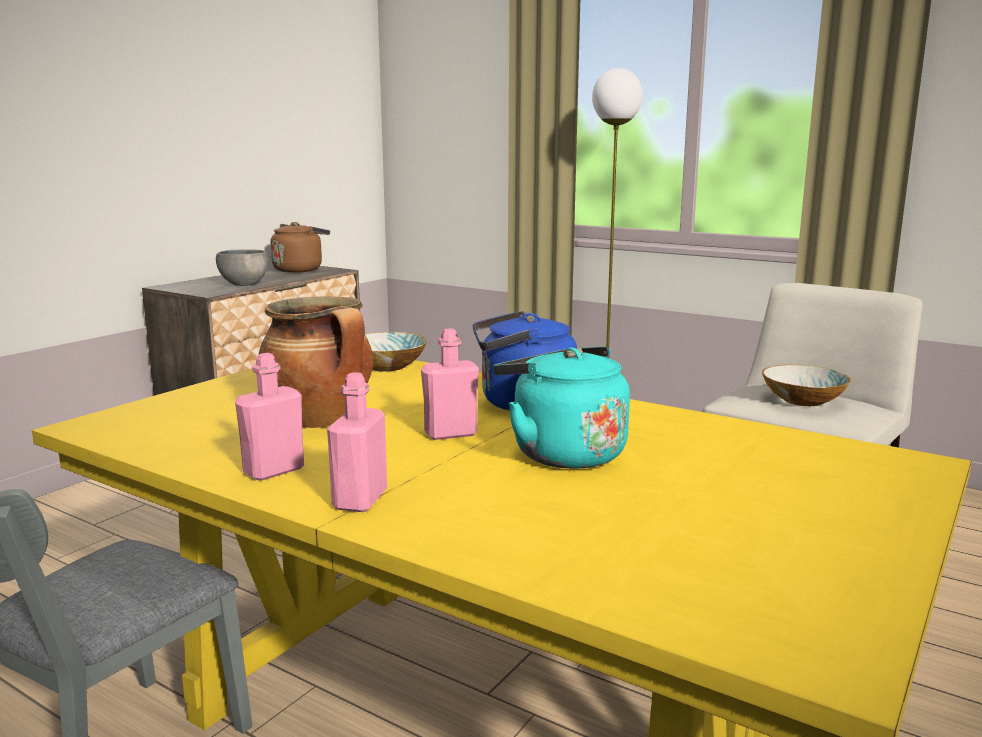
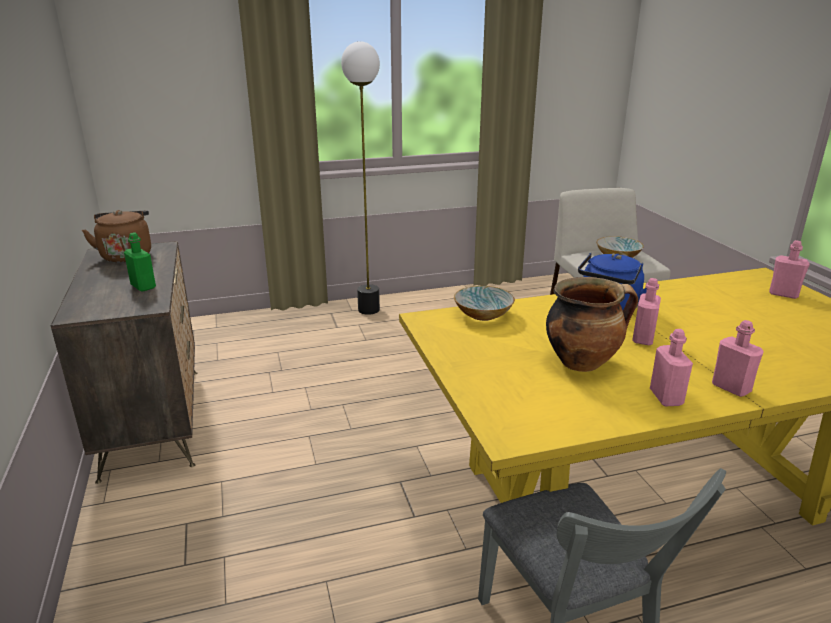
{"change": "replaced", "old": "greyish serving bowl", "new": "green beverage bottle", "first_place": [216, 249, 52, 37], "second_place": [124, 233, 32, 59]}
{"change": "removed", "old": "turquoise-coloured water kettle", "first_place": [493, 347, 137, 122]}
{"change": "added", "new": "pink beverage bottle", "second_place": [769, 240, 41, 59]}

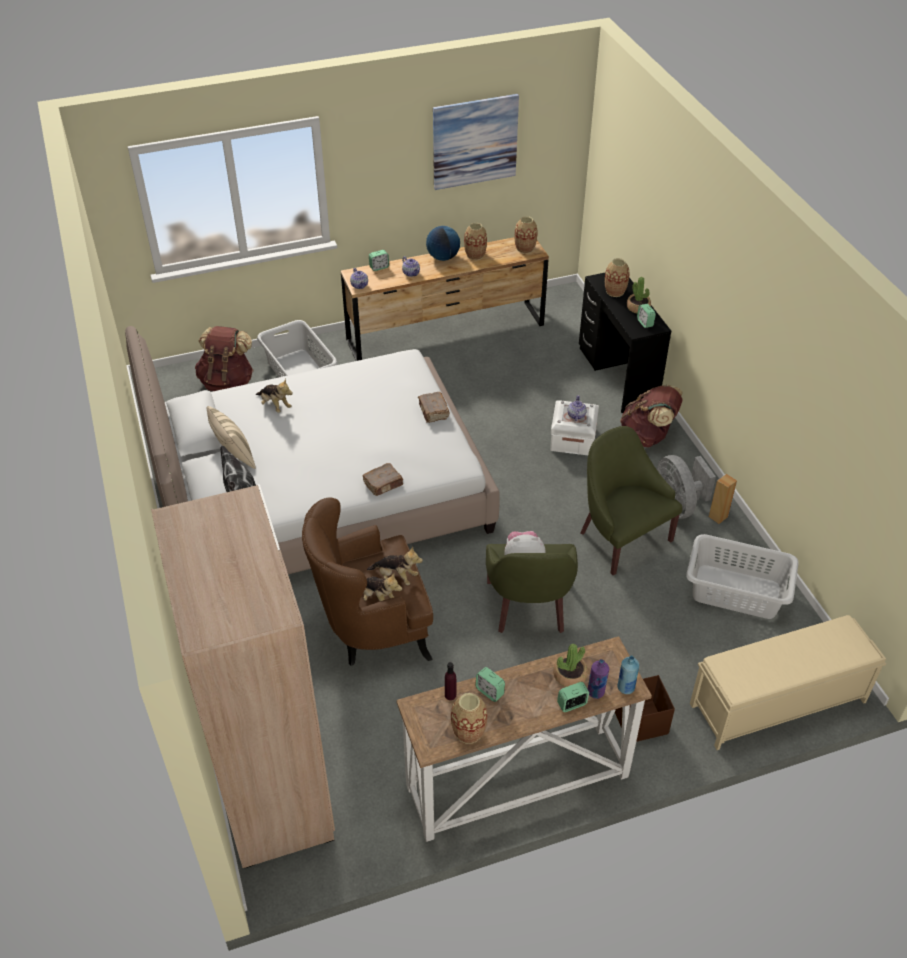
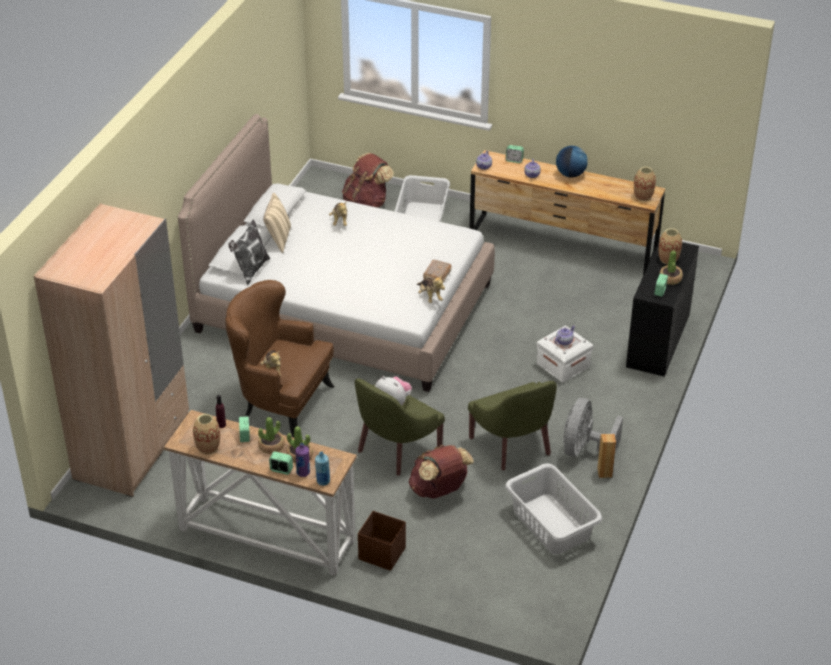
{"change": "removed", "old": "brown-coloured volume", "first_place": [363, 463, 41, 33]}
{"change": "moved", "old": "soft toy", "first_place": [367, 546, 56, 39], "second_place": [417, 276, 28, 27]}
{"change": "removed", "old": "wall art", "first_place": [433, 94, 86, 96]}
{"change": "removed", "old": "vase", "first_place": [464, 223, 23, 37]}
{"change": "turned", "old": "green armchair", "first_place": [580, 426, 102, 149], "second_place": [468, 381, 89, 89], "degrees": 150}
{"change": "moved", "old": "brown-coloured knapsack", "first_place": [620, 385, 63, 62], "second_place": [409, 445, 65, 54]}
{"change": "removed", "old": "beige long seat", "first_place": [690, 615, 196, 135]}
{"change": "added", "new": "houseplant", "second_place": [258, 417, 27, 37]}

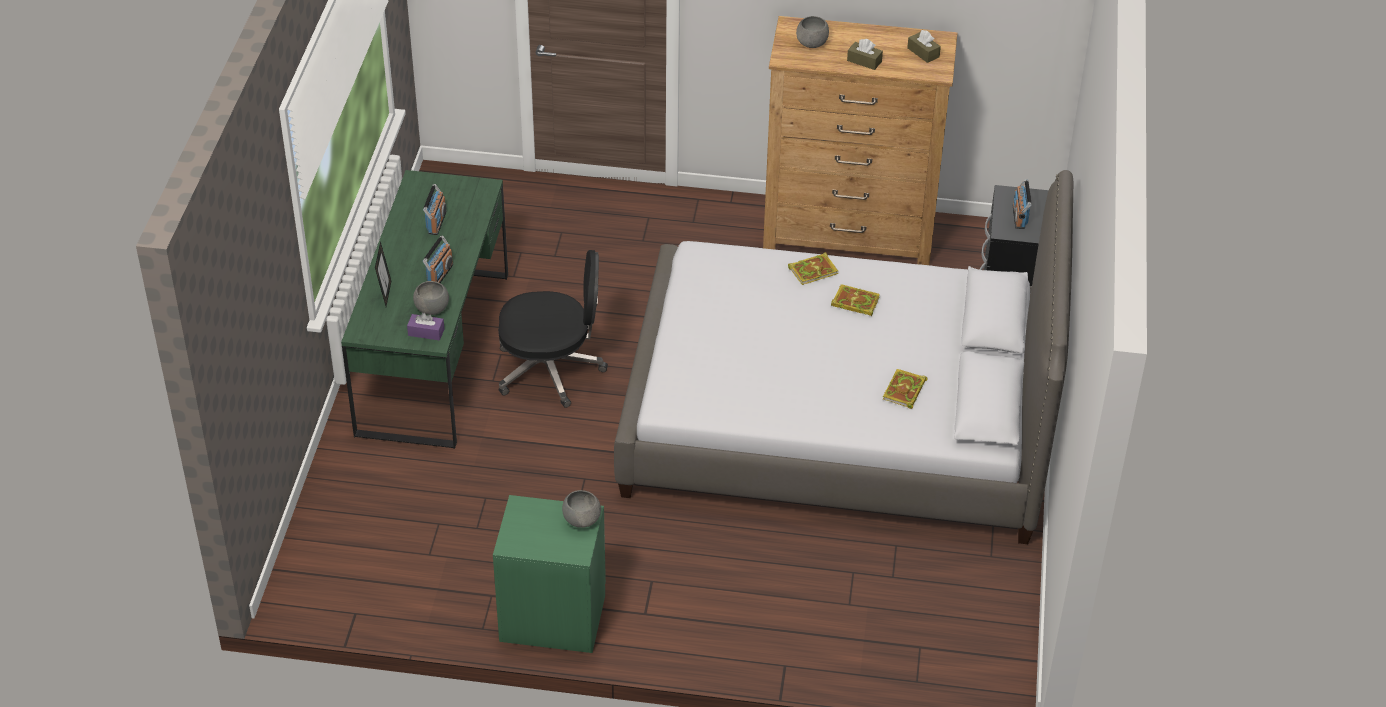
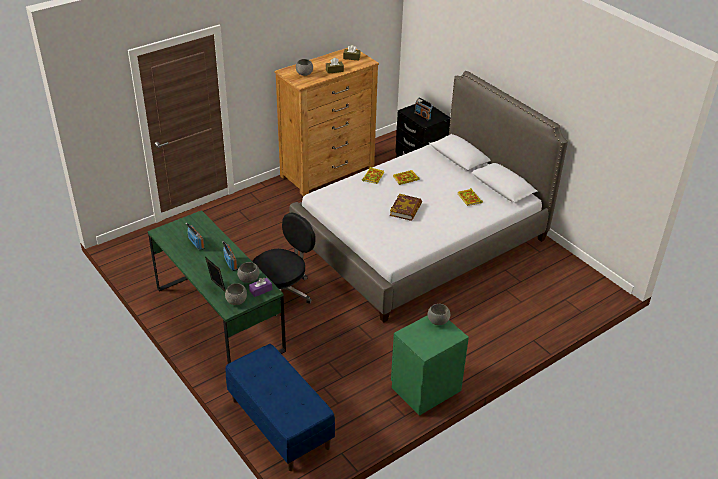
{"change": "added", "new": "greyish serving bowl", "second_place": [225, 283, 22, 22]}
{"change": "added", "new": "bluish long seat", "second_place": [226, 344, 109, 127]}
{"change": "added", "new": "volume", "second_place": [390, 194, 32, 27]}

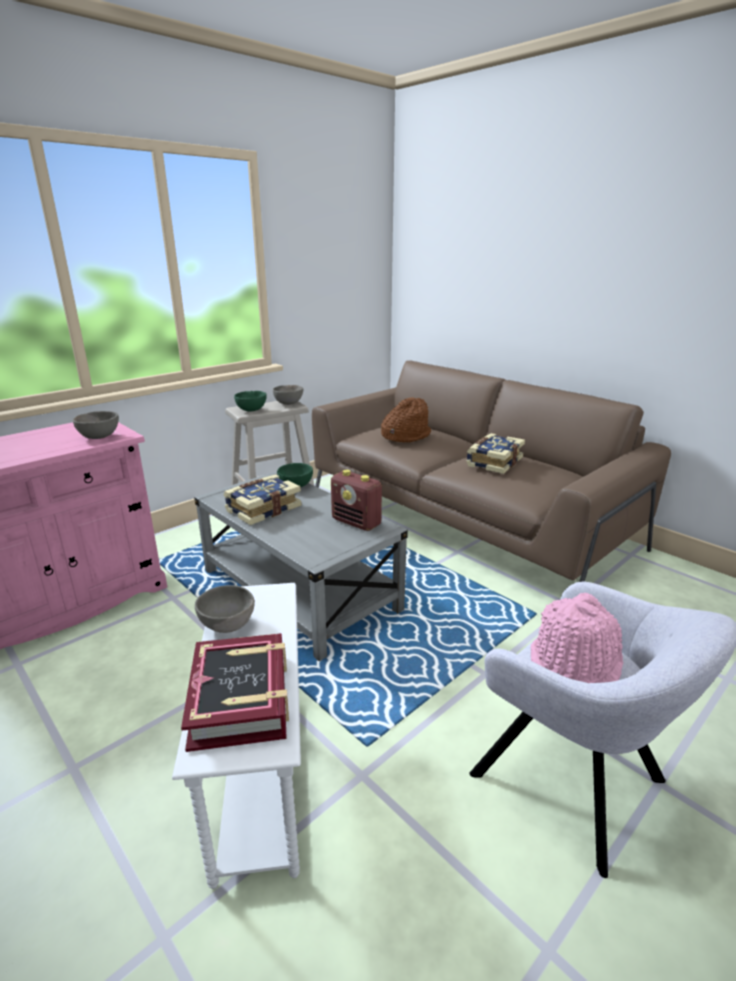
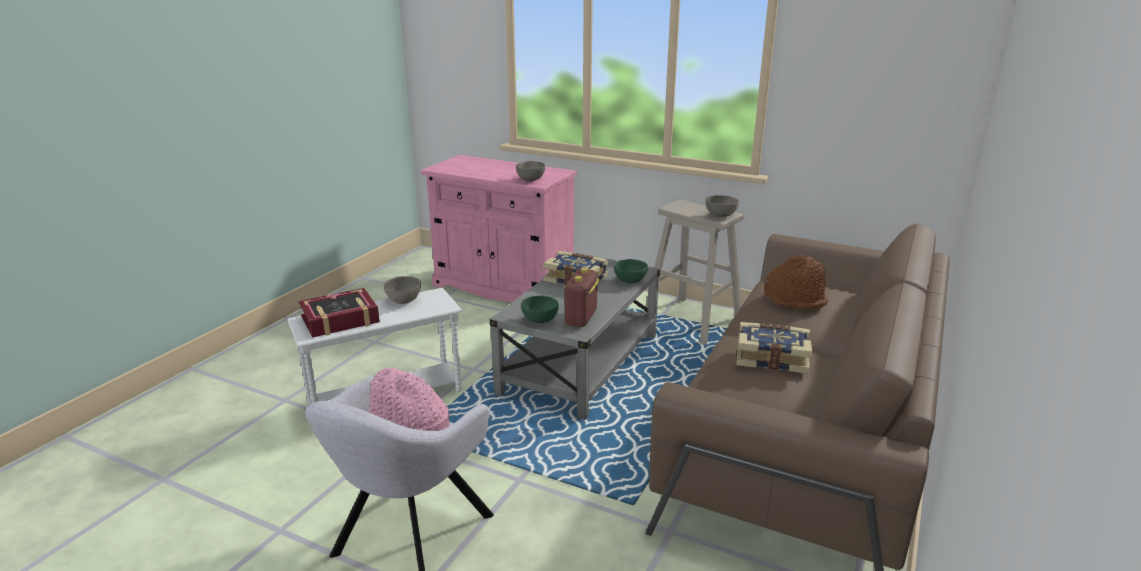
{"change": "moved", "old": "green serving bowl", "first_place": [234, 391, 33, 20], "second_place": [521, 296, 38, 27]}

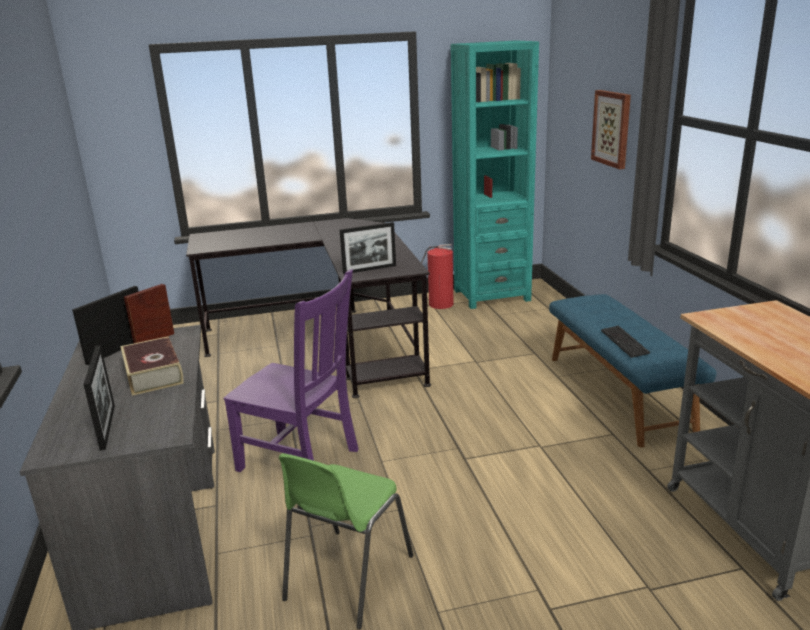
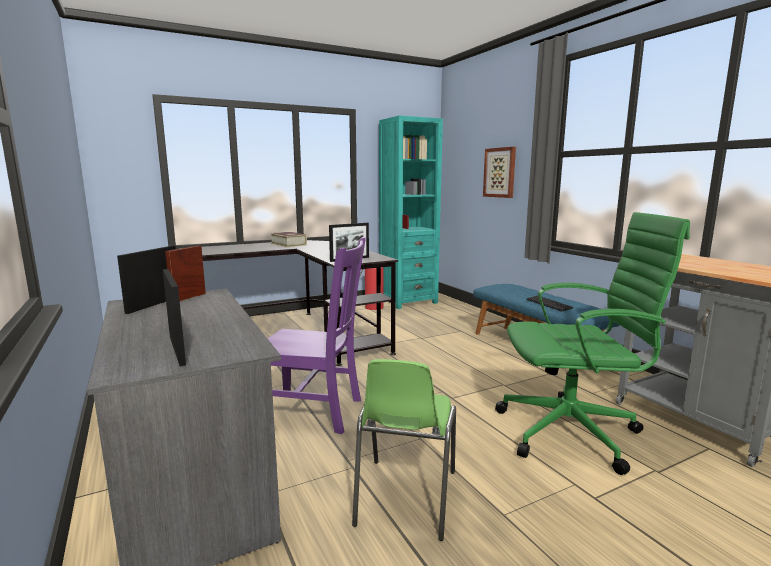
{"change": "moved", "old": "volume", "first_place": [120, 336, 63, 60], "second_place": [270, 232, 37, 15]}
{"change": "added", "new": "green computer chair", "second_place": [495, 212, 195, 263]}

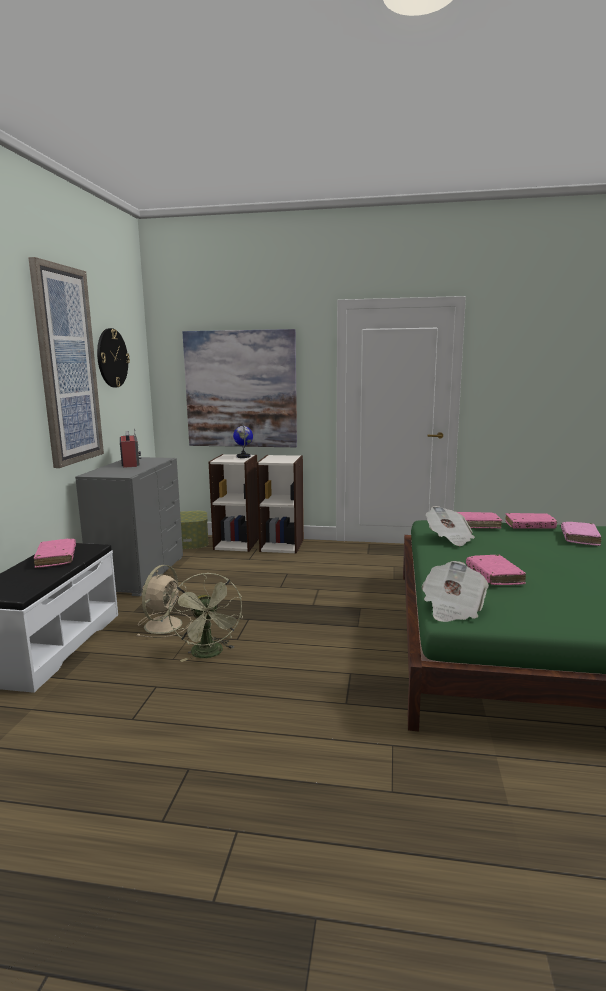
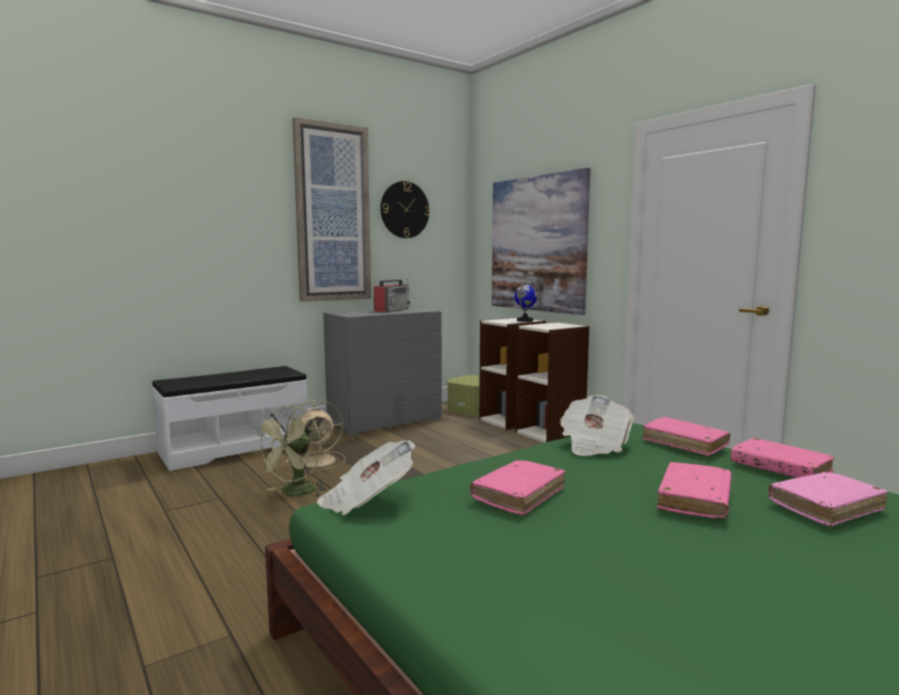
{"change": "moved", "old": "pink volume", "first_place": [34, 539, 42, 29], "second_place": [657, 462, 75, 57]}

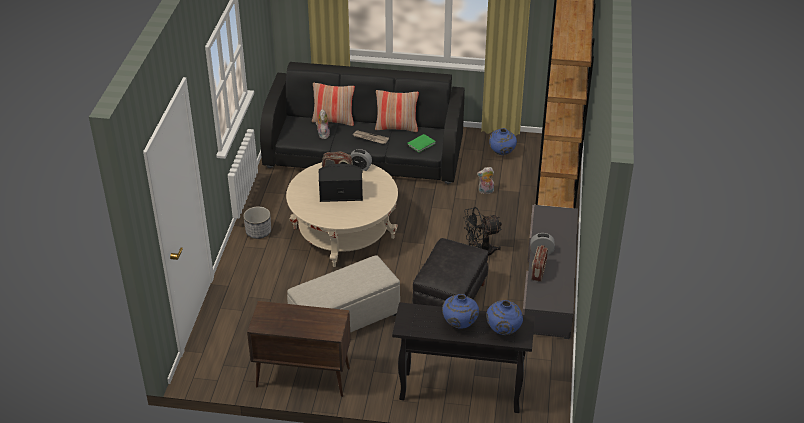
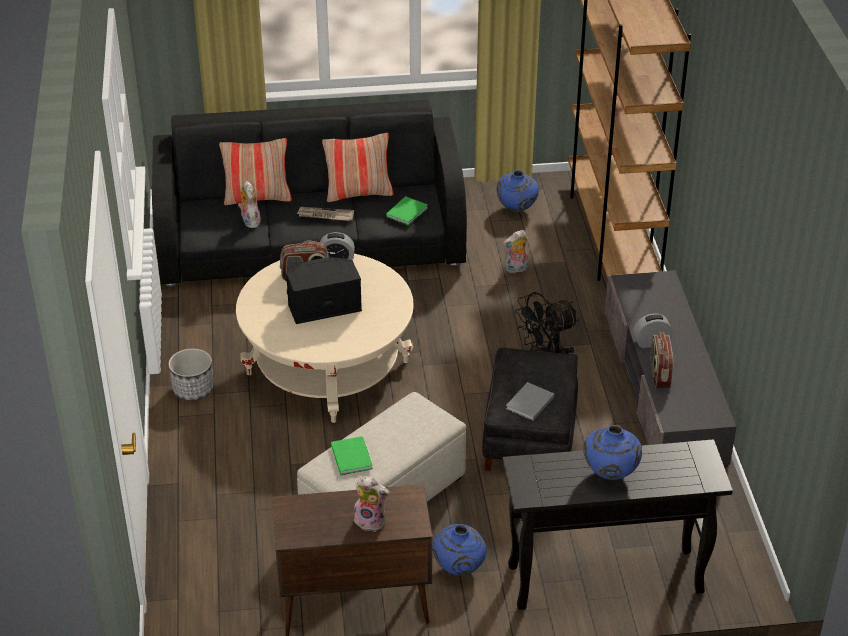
{"change": "moved", "old": "bluish vase", "first_place": [486, 300, 37, 35], "second_place": [433, 524, 54, 51]}
{"change": "added", "new": "green volume", "second_place": [331, 436, 42, 39]}
{"change": "added", "new": "soft toy", "second_place": [354, 476, 36, 56]}
{"change": "added", "new": "greyish volume", "second_place": [506, 382, 48, 39]}

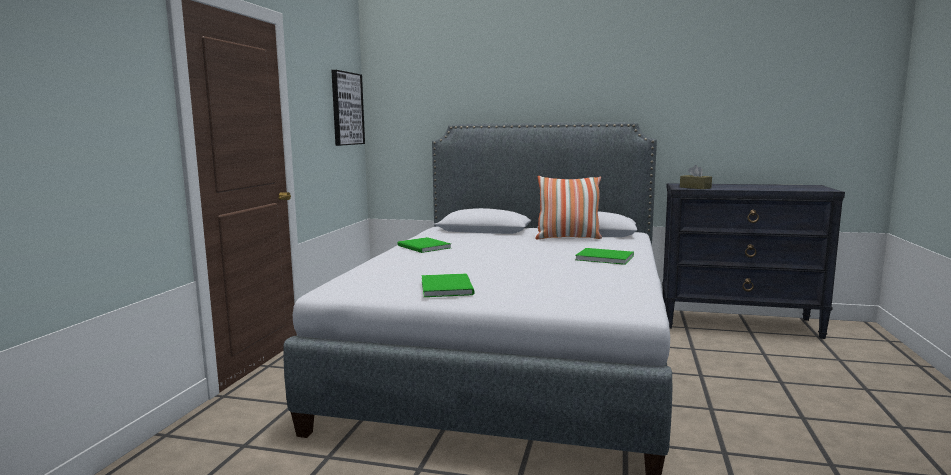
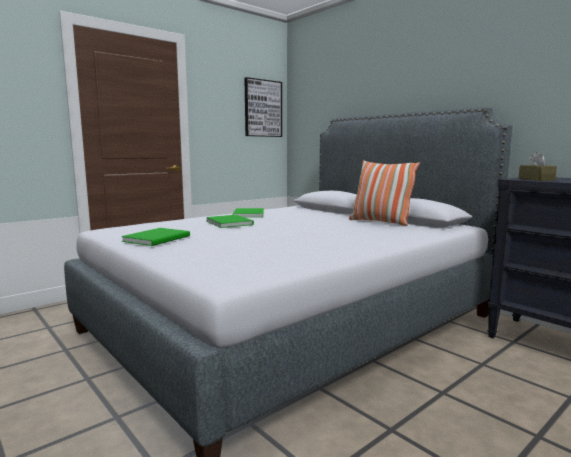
{"change": "moved", "old": "green volume", "first_place": [575, 248, 59, 17], "second_place": [206, 215, 48, 13]}

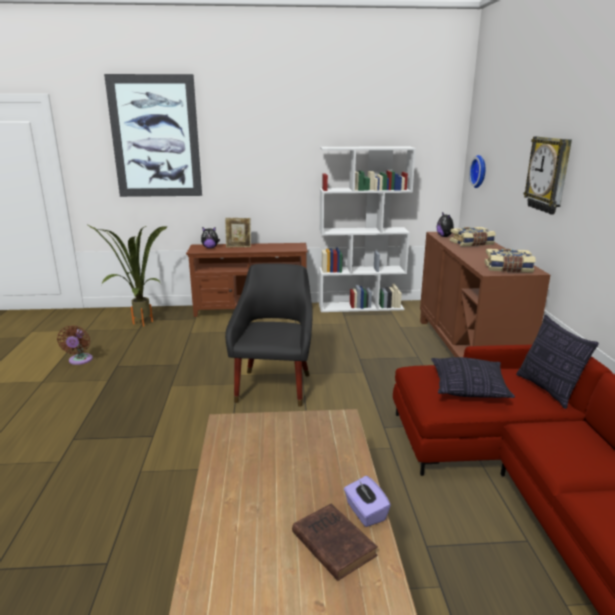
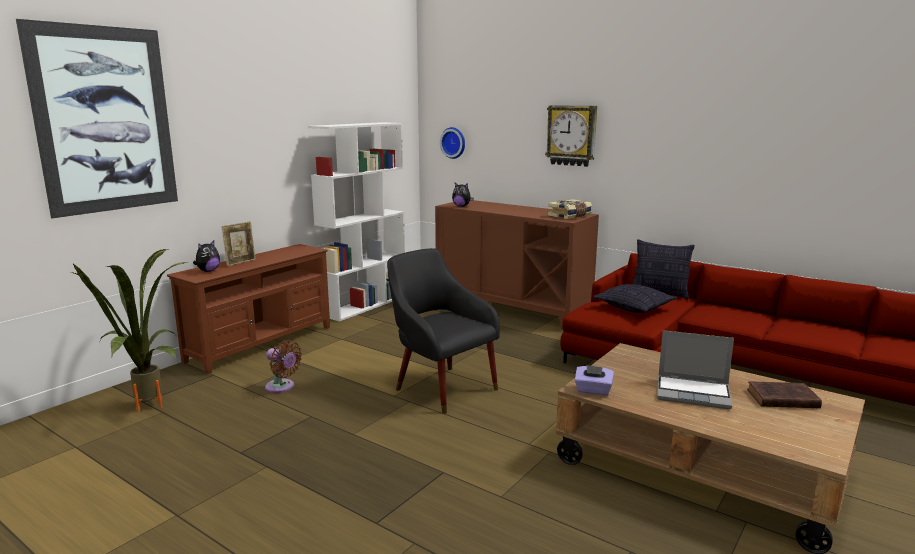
{"change": "moved", "old": "brown-coloured cooling fan", "first_place": [57, 325, 36, 40], "second_place": [265, 340, 37, 53]}
{"change": "moved", "old": "purple tissue holder", "first_place": [344, 476, 47, 51], "second_place": [575, 365, 39, 31]}
{"change": "removed", "old": "volume", "first_place": [450, 227, 46, 20]}
{"change": "added", "new": "portable computer", "second_place": [657, 330, 77, 79]}

